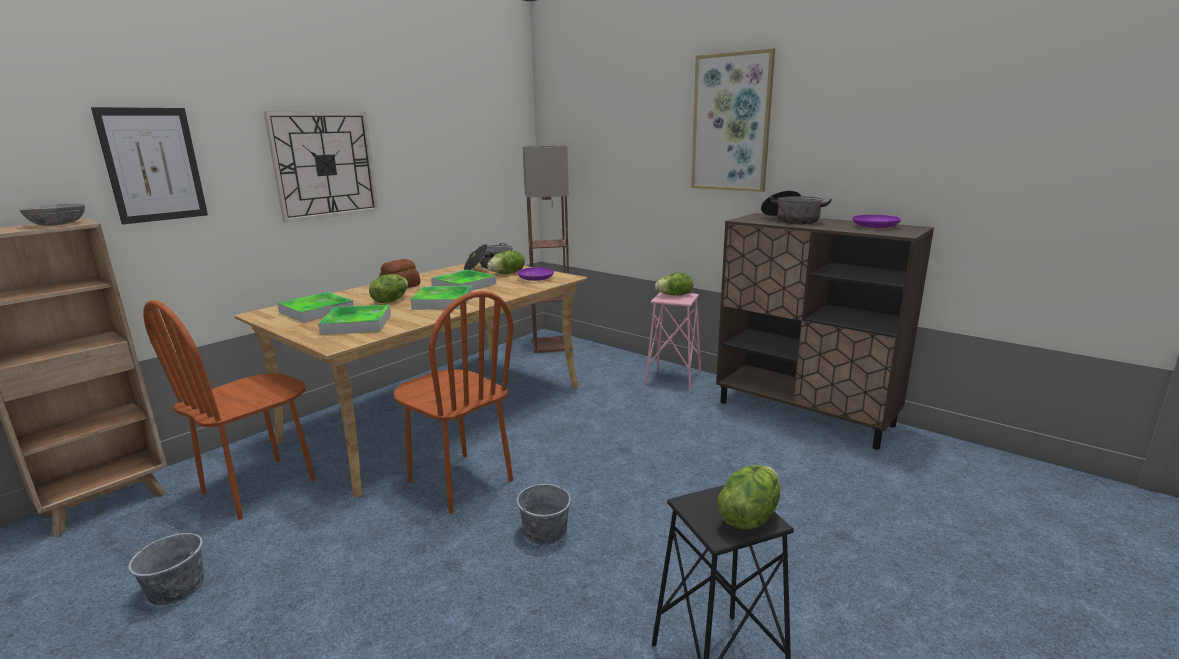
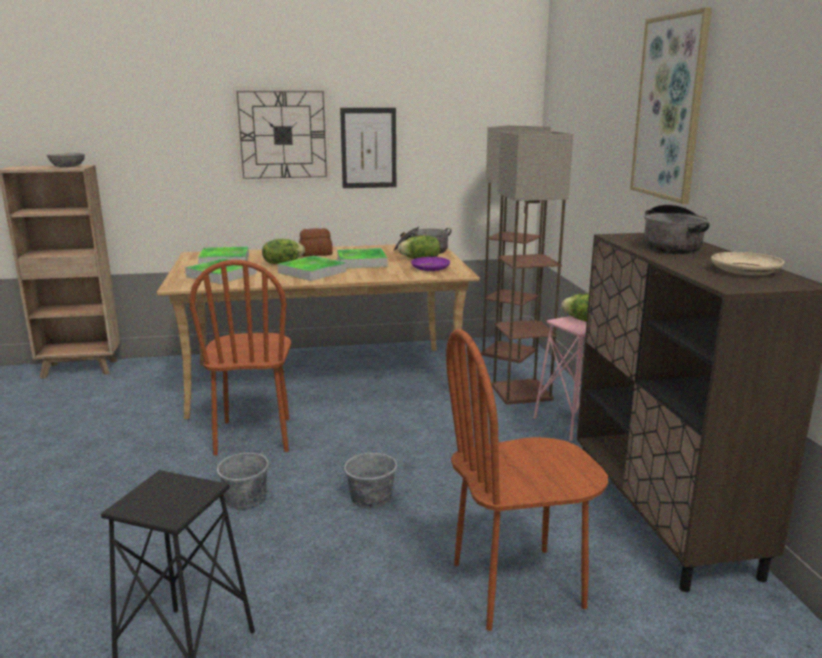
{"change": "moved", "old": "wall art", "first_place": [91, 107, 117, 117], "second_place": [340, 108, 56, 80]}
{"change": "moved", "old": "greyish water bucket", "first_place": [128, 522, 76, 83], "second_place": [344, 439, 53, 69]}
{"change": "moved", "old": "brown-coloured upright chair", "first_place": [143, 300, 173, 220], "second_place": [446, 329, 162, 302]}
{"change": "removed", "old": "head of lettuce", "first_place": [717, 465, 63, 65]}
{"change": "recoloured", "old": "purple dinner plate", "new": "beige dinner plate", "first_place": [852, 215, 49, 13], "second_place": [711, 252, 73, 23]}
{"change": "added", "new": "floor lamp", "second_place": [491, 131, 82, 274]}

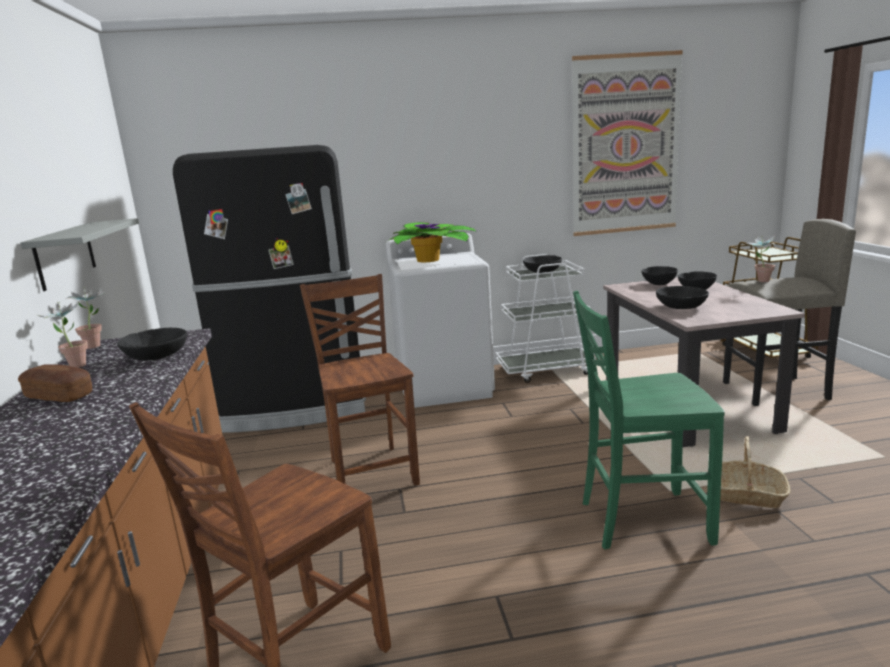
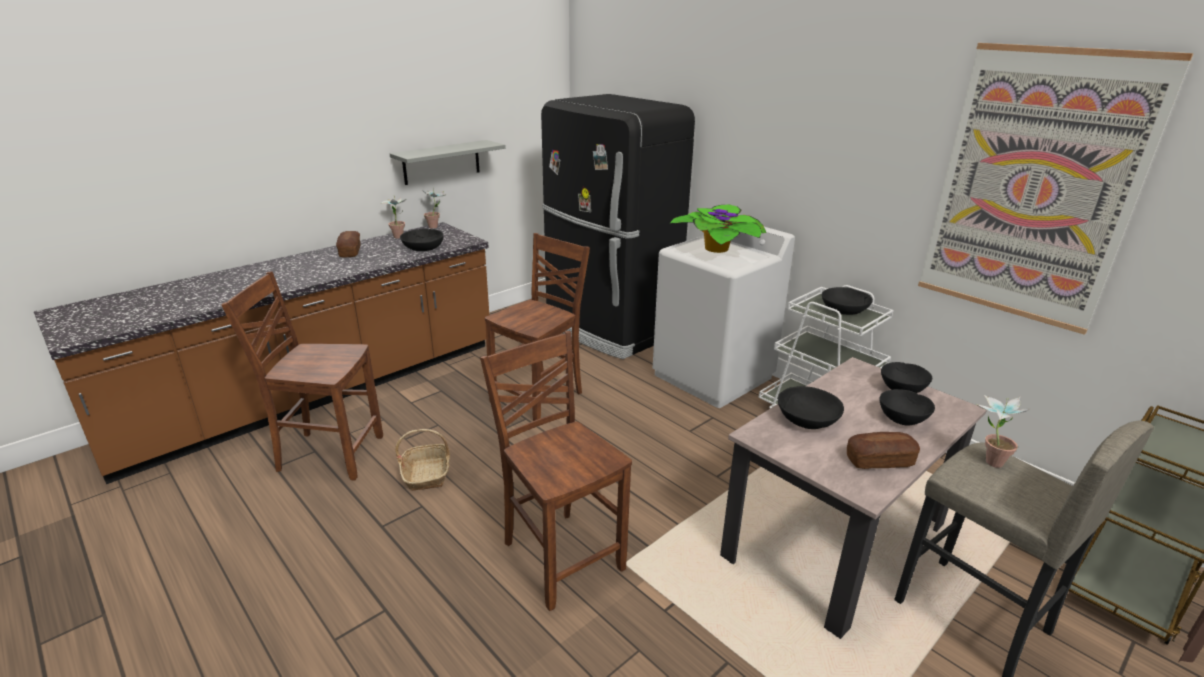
{"change": "recoloured", "old": "green upright chair", "new": "brown-coloured upright chair", "first_place": [573, 291, 152, 258], "second_place": [480, 331, 152, 280]}
{"change": "moved", "old": "household basket", "first_place": [720, 436, 71, 72], "second_place": [395, 429, 55, 62]}
{"change": "added", "new": "bread", "second_place": [847, 432, 73, 37]}

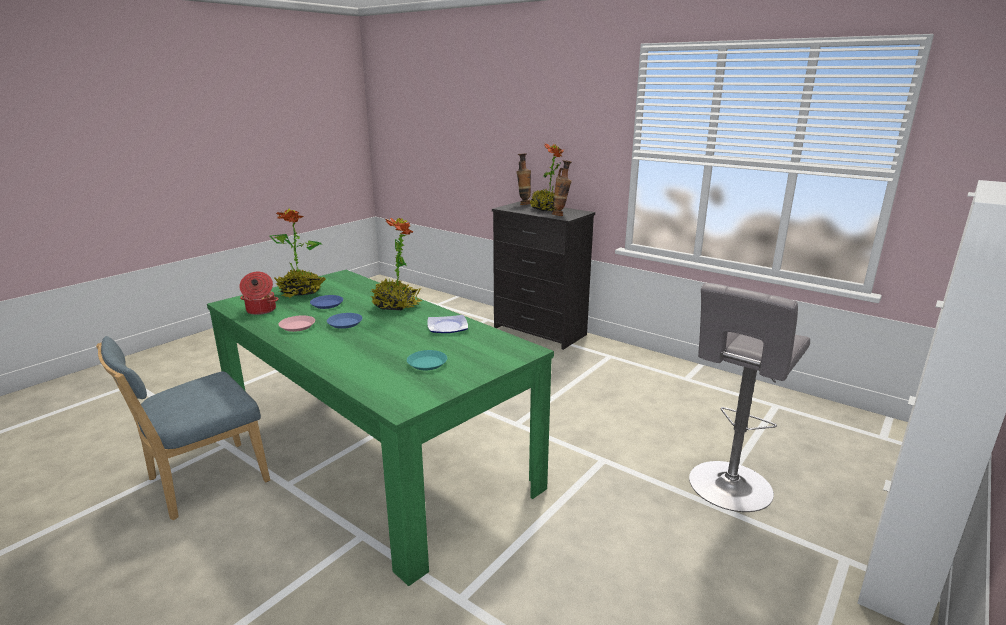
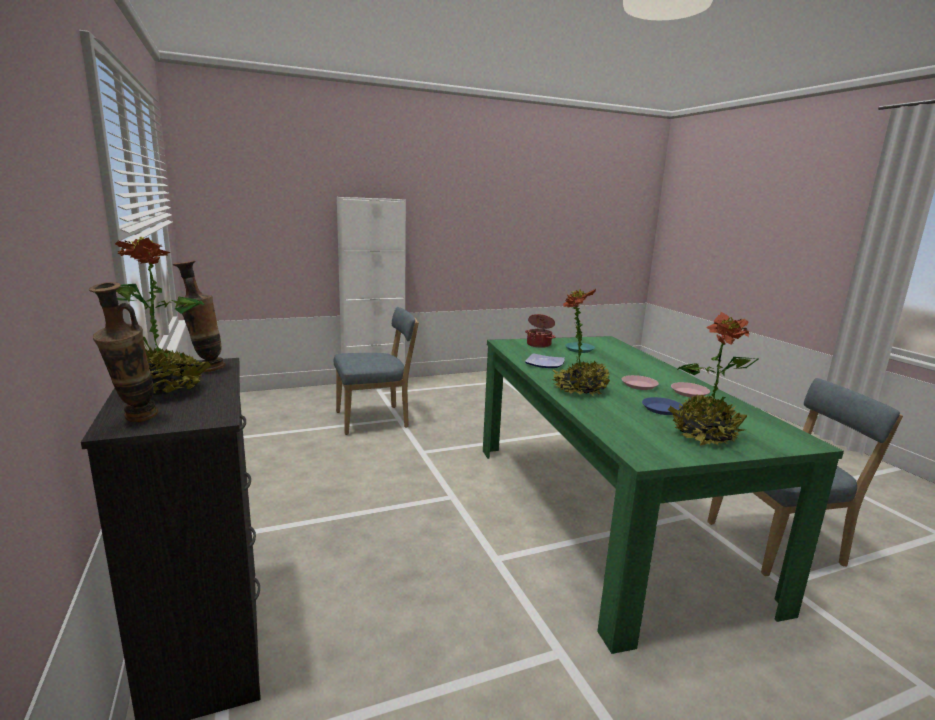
{"change": "moved", "old": "cooking pot", "first_place": [239, 272, 40, 43], "second_place": [525, 314, 30, 34]}
{"change": "recoloured", "old": "bluish dinner plate", "new": "pink dinner plate", "first_place": [327, 313, 35, 16], "second_place": [622, 375, 37, 15]}
{"change": "replaced", "old": "greyish stool", "new": "bluish upright chair", "first_place": [689, 283, 121, 229], "second_place": [334, 307, 85, 128]}

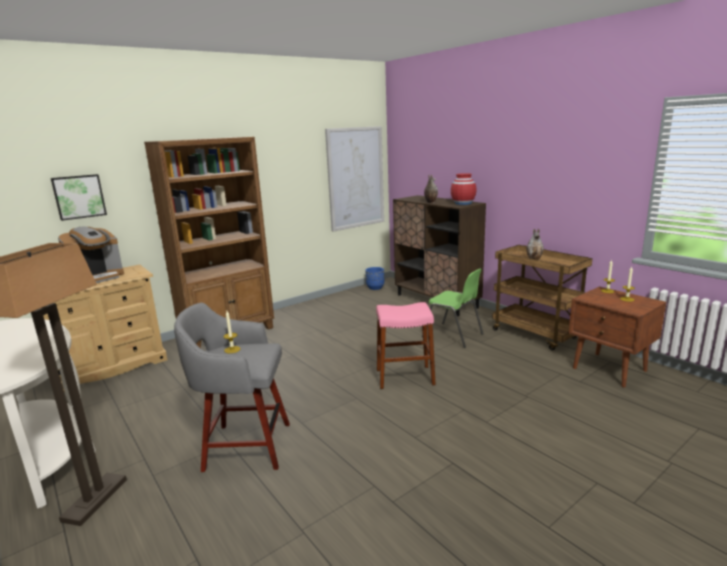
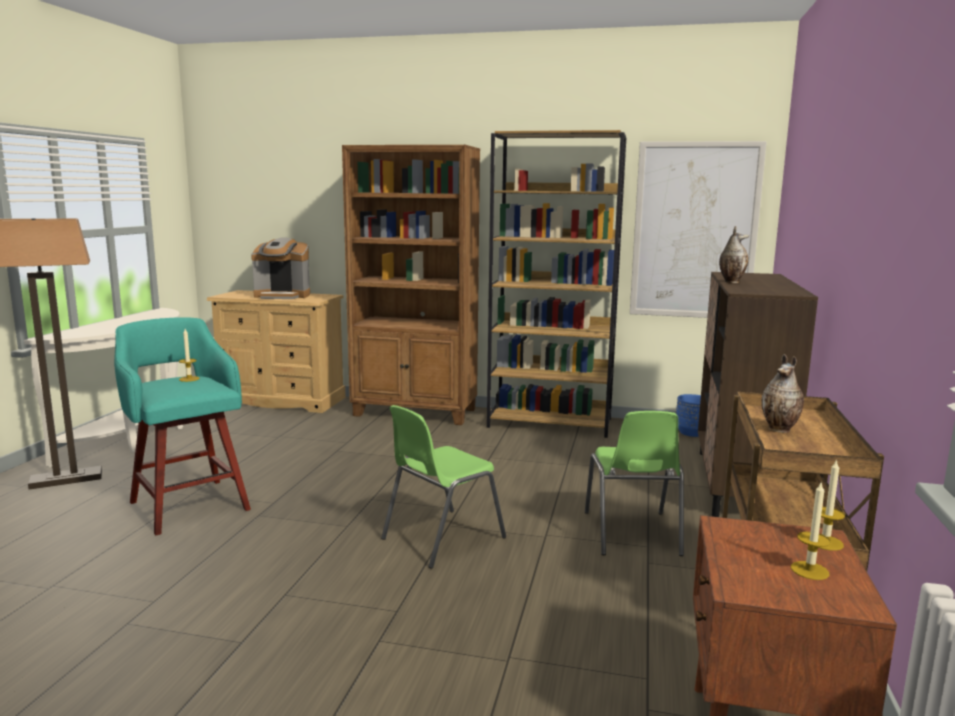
{"change": "removed", "old": "wall art", "first_place": [51, 174, 56, 47]}
{"change": "recoloured", "old": "greyish stool", "new": "turquoise-coloured stool", "first_place": [174, 303, 116, 169], "second_place": [114, 317, 137, 218]}
{"change": "replaced", "old": "pink stool", "new": "green upright chair", "first_place": [376, 302, 60, 87], "second_place": [381, 405, 125, 164]}
{"change": "removed", "old": "red vase", "first_place": [451, 173, 25, 32]}
{"change": "added", "new": "brown-coloured bookcase", "second_place": [487, 130, 139, 308]}

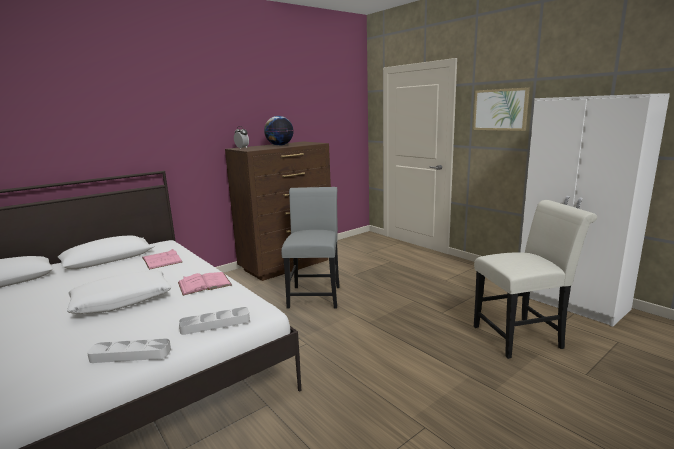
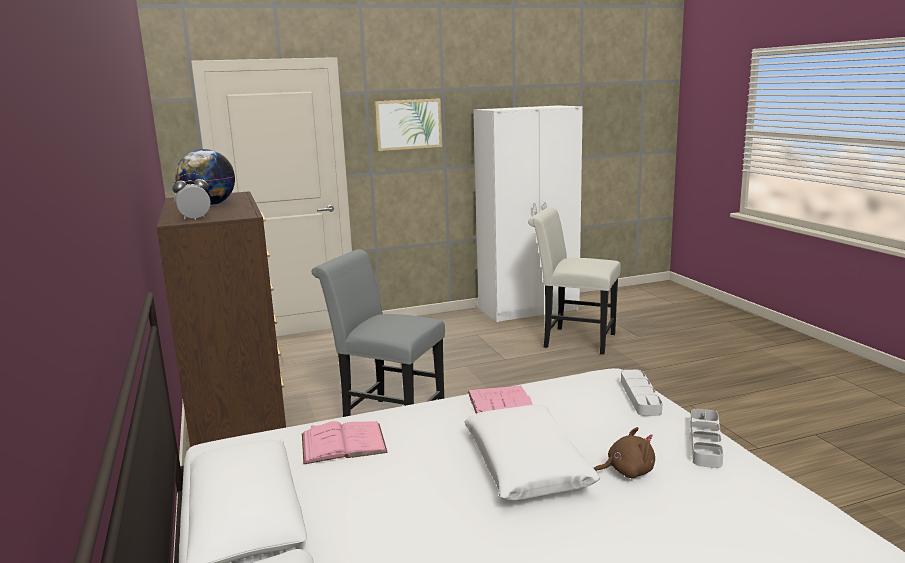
{"change": "turned", "old": "white-coloured upright chair", "first_place": [474, 200, 123, 159], "second_place": [528, 207, 93, 148], "degrees": -75}
{"change": "added", "new": "brown-coloured soft toy", "second_place": [594, 427, 61, 51]}

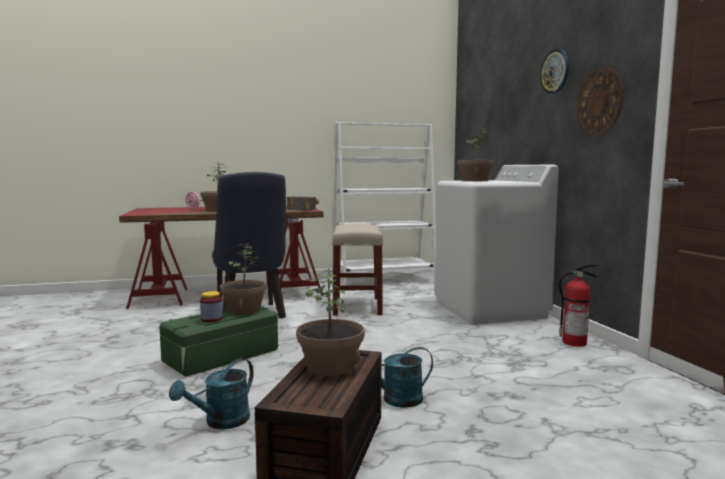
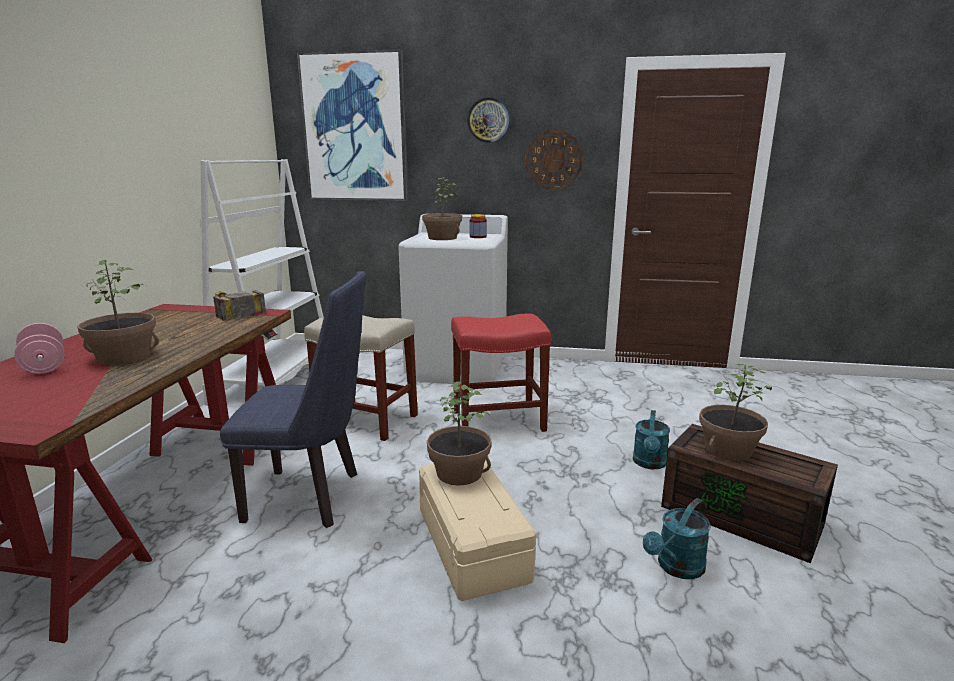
{"change": "recoloured", "old": "green storage bin", "new": "beige storage bin", "first_place": [159, 306, 119, 71], "second_place": [419, 461, 117, 140]}
{"change": "turned", "old": "turquoise-coloured watering can", "first_place": [169, 358, 85, 71], "second_place": [643, 498, 68, 81], "degrees": 75}
{"change": "moved", "old": "preserve jar", "first_place": [200, 291, 23, 31], "second_place": [470, 214, 17, 24]}
{"change": "removed", "old": "fire extinguisher", "first_place": [559, 264, 39, 82]}
{"change": "added", "new": "wall art", "second_place": [297, 49, 111, 152]}
{"change": "added", "new": "red stool", "second_place": [451, 313, 100, 119]}

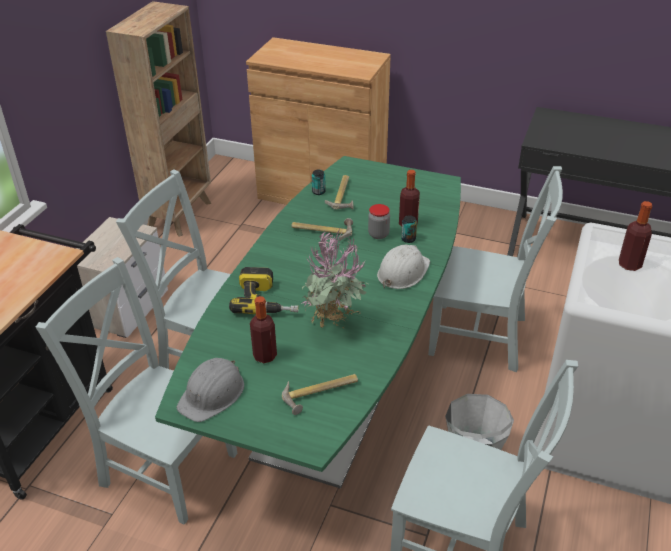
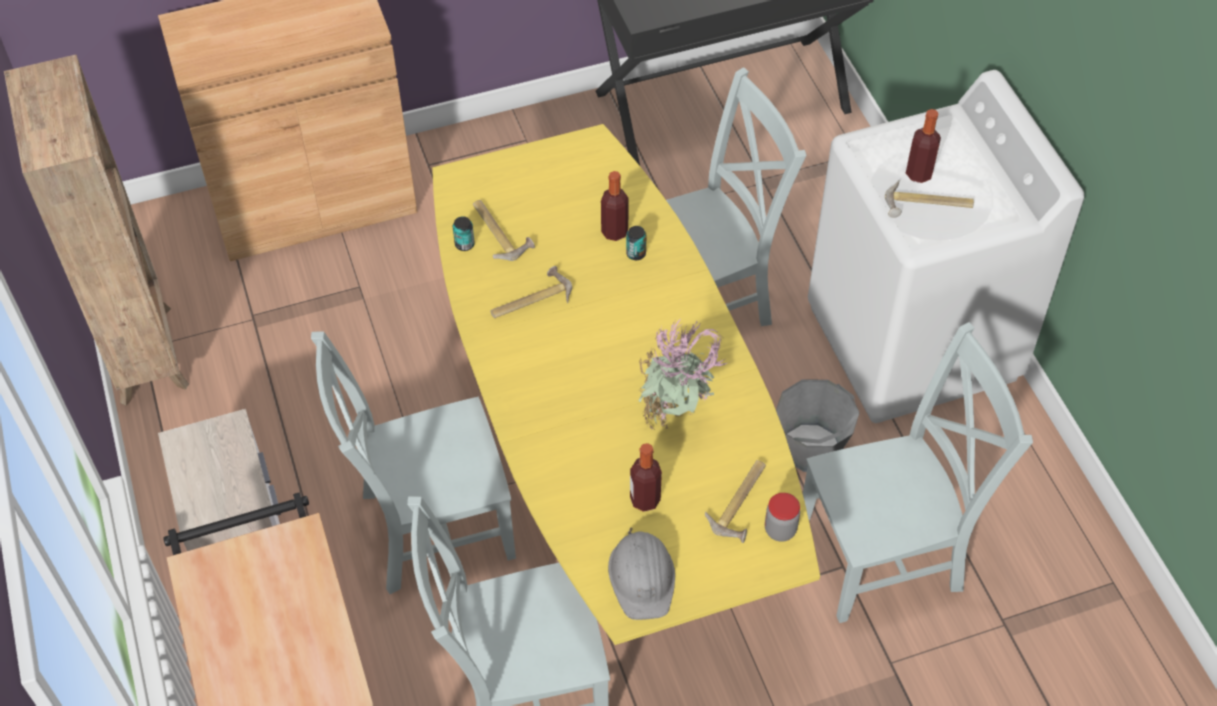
{"change": "recoloured", "old": "green dining table", "new": "yellow dining table", "first_place": [155, 156, 306, 333], "second_place": [432, 124, 388, 521]}
{"change": "removed", "old": "drill", "first_place": [229, 267, 70, 47]}
{"change": "moved", "old": "preserve jar", "first_place": [368, 204, 22, 35], "second_place": [765, 493, 35, 49]}
{"change": "removed", "old": "white-coloured hard hat", "first_place": [377, 245, 53, 44]}
{"change": "added", "new": "hammer", "second_place": [885, 180, 89, 38]}

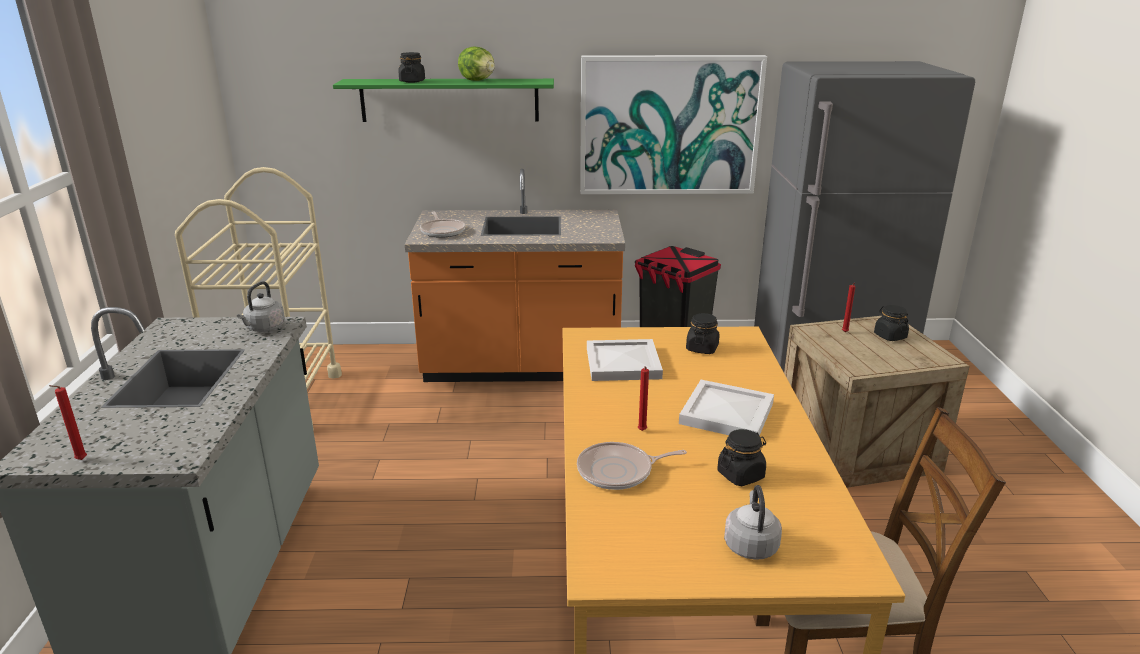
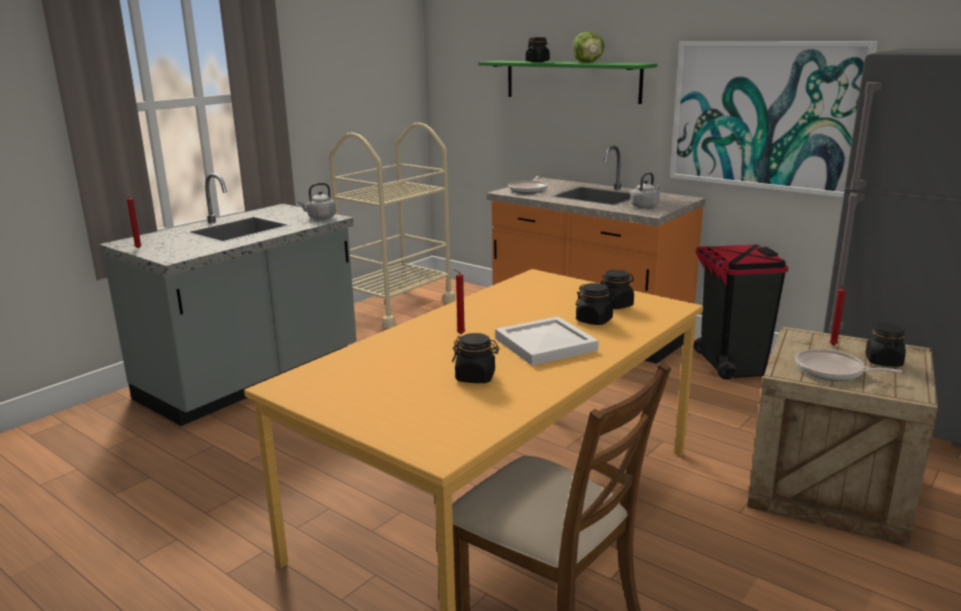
{"change": "moved", "old": "skillet", "first_place": [577, 442, 110, 48], "second_place": [796, 349, 106, 32]}
{"change": "removed", "old": "white-coloured carrying tray", "first_place": [587, 339, 76, 42]}
{"change": "moved", "old": "greyish water kettle", "first_place": [724, 485, 58, 75], "second_place": [630, 172, 30, 37]}
{"change": "added", "new": "blackish preserve jar", "second_place": [576, 283, 39, 42]}

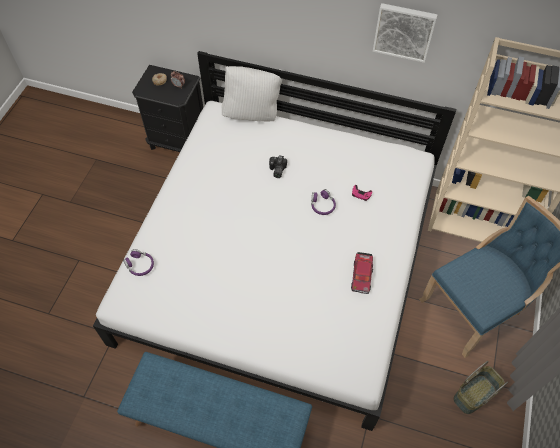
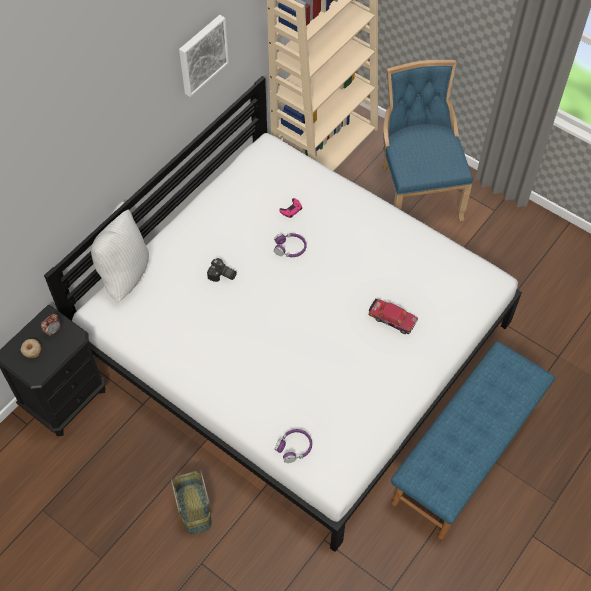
{"change": "moved", "old": "model car", "first_place": [351, 252, 22, 42], "second_place": [369, 299, 49, 35]}
{"change": "moved", "old": "household basket", "first_place": [453, 361, 55, 53], "second_place": [171, 470, 41, 64]}

